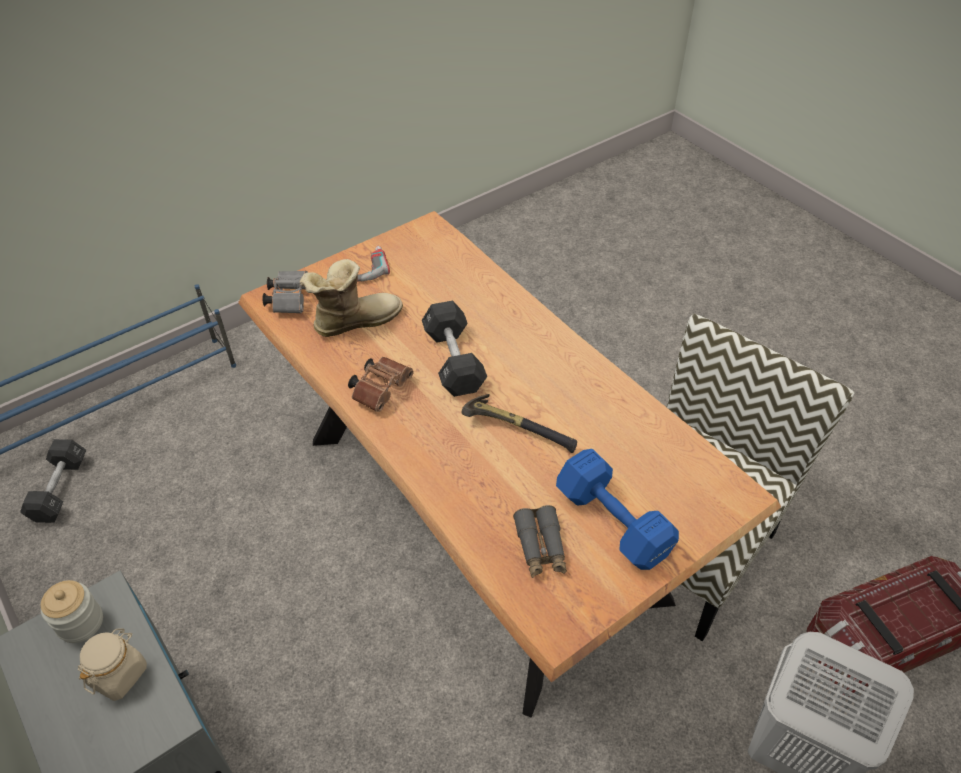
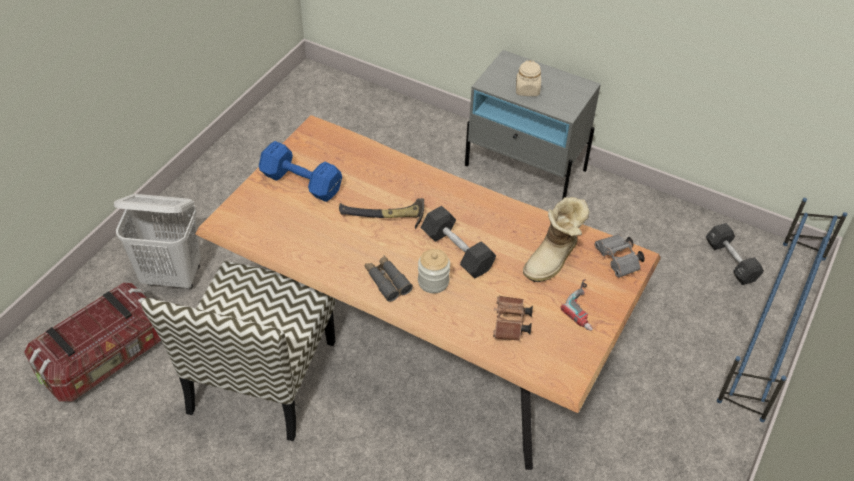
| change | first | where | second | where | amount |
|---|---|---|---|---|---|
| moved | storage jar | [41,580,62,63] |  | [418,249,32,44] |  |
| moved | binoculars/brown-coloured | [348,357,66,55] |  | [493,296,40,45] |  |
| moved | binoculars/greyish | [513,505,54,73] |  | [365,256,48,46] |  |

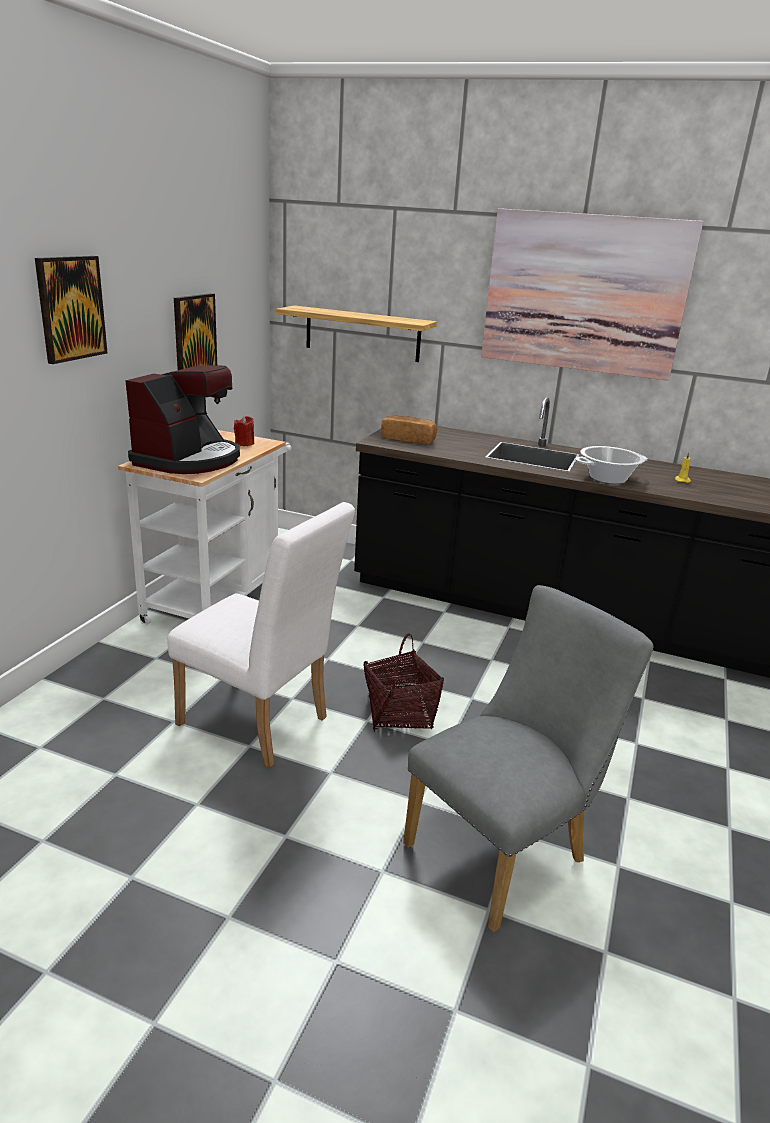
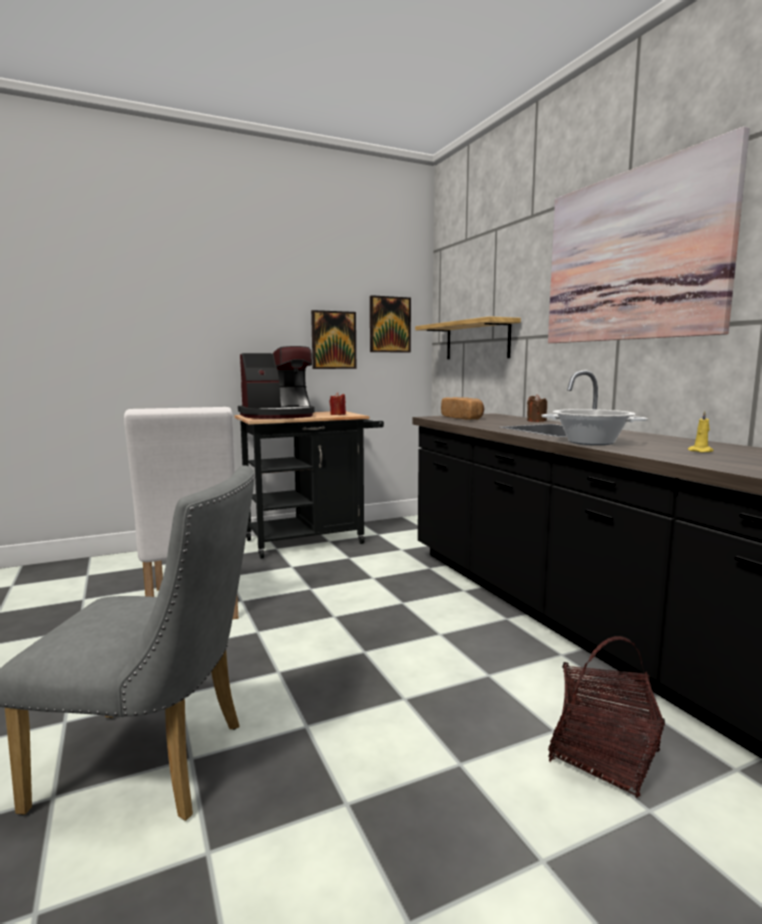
| change | first | where | second | where | amount |
|---|---|---|---|---|---|
| moved | picture | [35,256,72,108] |  | [370,295,41,58] |  |
| recoloured | trolley/white | [118,430,174,195] | trolley/black | [234,411,150,148] |  |
| moved | household basket | [363,633,81,99] |  | [548,636,117,162] |  |
| added |  |  | candle/brown-coloured | [527,394,20,28] |  |

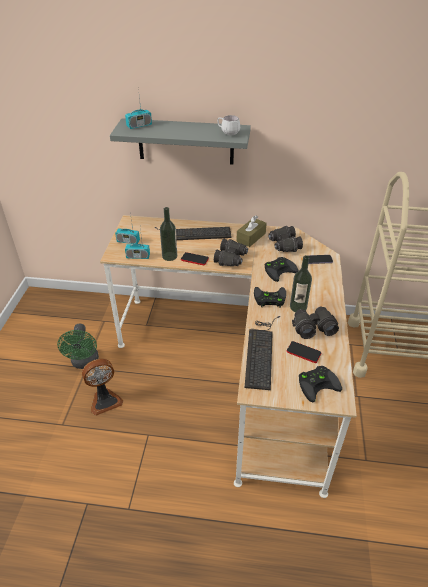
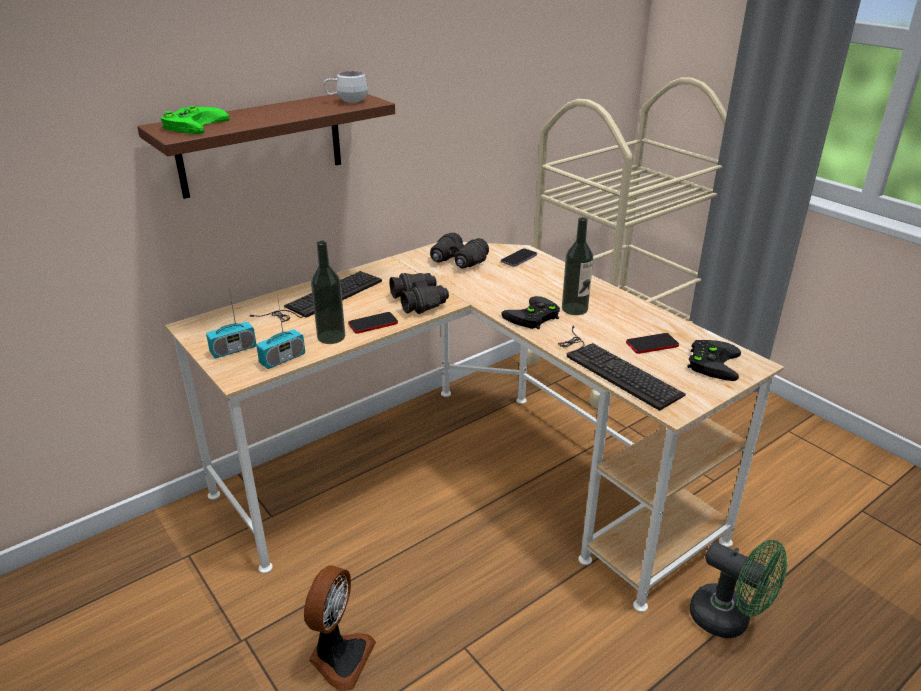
| change | first | where | second | where | amount |
|---|---|---|---|---|---|
| moved | fan/greenish | [57,324,42,45] |  | [690,540,97,98] |  |
| recoloured | shelf/greyish | [110,118,141,47] | shelf/brown-coloured | [137,94,258,105] |  |
| replaced | radio | [125,88,27,41] | game controller/greenish | [161,106,69,28] |  |
| removed | tissue box/brown-coloured | [236,215,31,32] |  |  |  |
| removed | game controller/black | [265,257,34,25] |  |  |  |
| removed | binoculars/black | [292,307,47,32] |  |  |  |

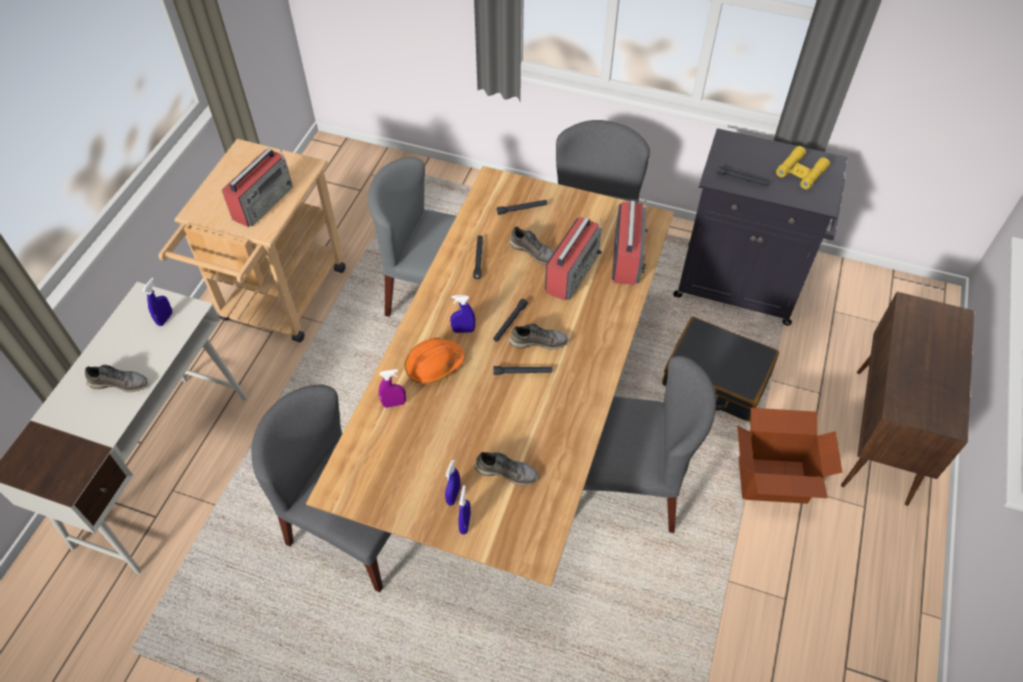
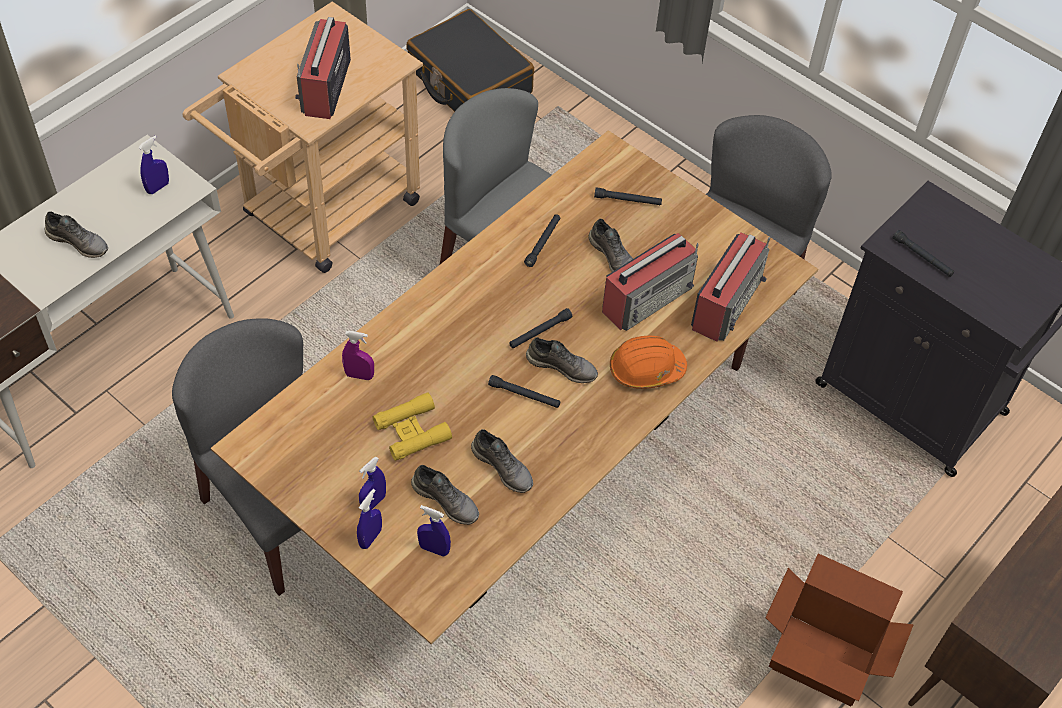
| change | first | where | second | where | amount |
|---|---|---|---|---|---|
| turned | radio | [222,148,71,80] |  | [295,17,56,102] | 135 degrees clockwise |
| moved | work helmet/orange-coloured | [404,338,60,46] |  | [610,336,77,53] |  |
| moved | hand sprayer/blue-coloured | [450,295,25,38] |  | [417,505,34,52] |  |
| removed | upright chair/greyish | [583,356,133,177] |  |  |  |
| moved | piece of luggage/black | [662,316,117,105] |  | [406,9,128,103] |  |
| moved | binoculars/yellow-coloured | [776,146,54,43] |  | [373,392,79,69] |  |
| added |  |  | shoe/greyish | [471,429,62,64] |  |

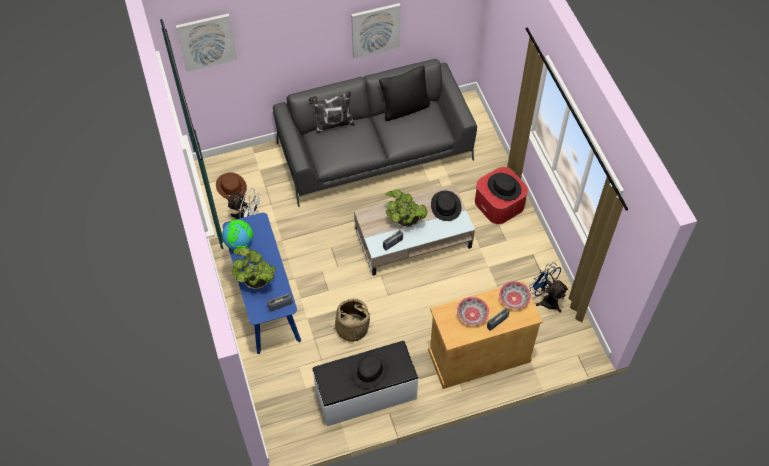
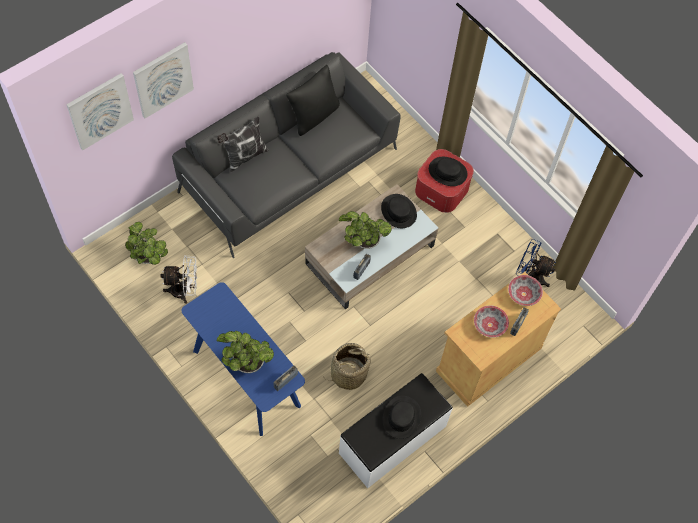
| change | first | where | second | where | amount |
|---|---|---|---|---|---|
| replaced | hat/brown-coloured | [216,172,31,27] | plant in a pot | [125,222,43,43] |  |
| removed | globe | [222,220,31,30] |  |  |  |
| moved | picture | [351,3,50,55] |  | [133,42,61,76] |  |

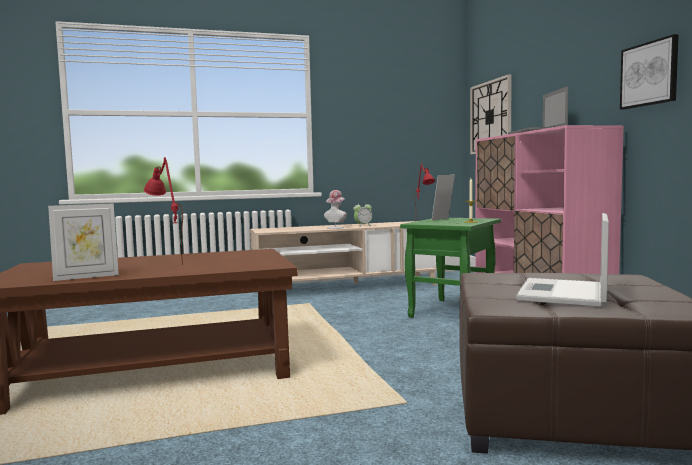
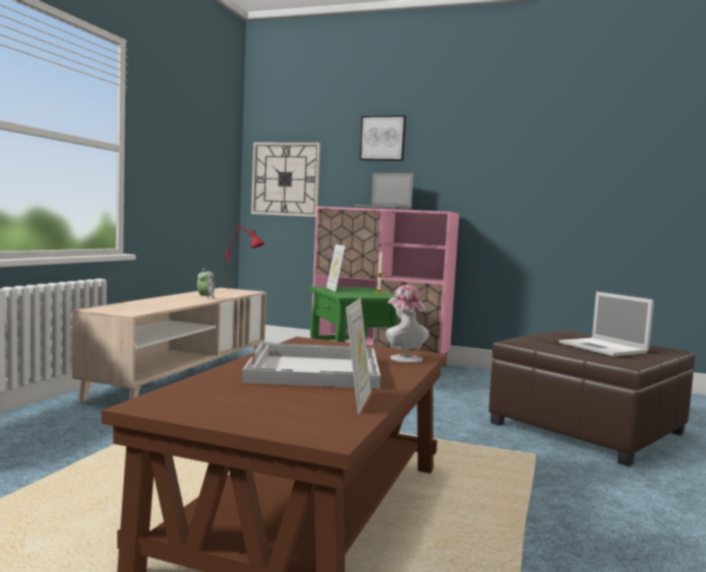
| change | first | where | second | where | amount |
|---|---|---|---|---|---|
| replaced | tabletop lamp/red | [144,157,39,108] | tray/white | [242,343,139,46] |  |
| moved | hat | [324,190,23,39] |  | [386,285,43,78] |  |
| moved | picture | [620,34,59,76] |  | [360,115,46,46] |  |

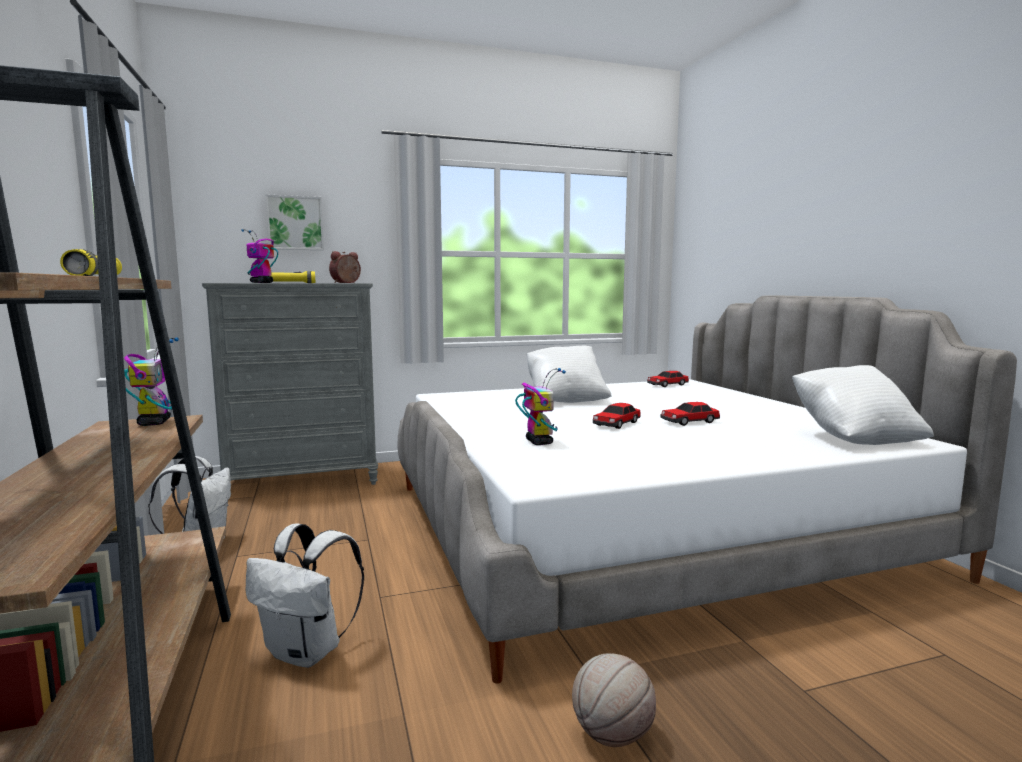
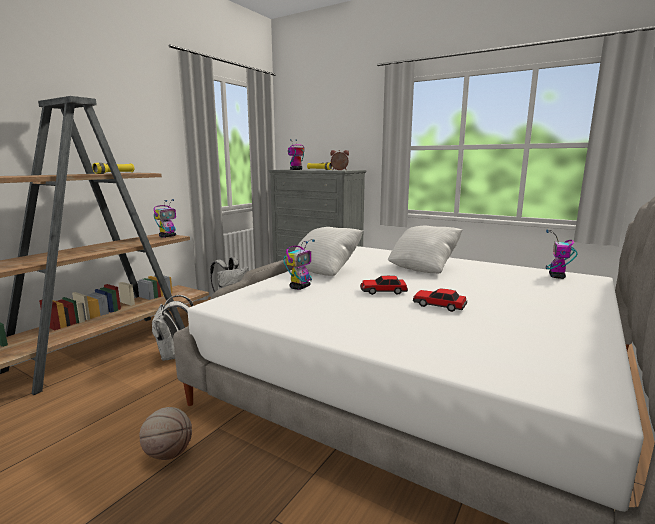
| change | first | where | second | where | amount |
|---|---|---|---|---|---|
| removed | picture | [266,194,58,56] |  |  |  |
| replaced | toy car | [647,371,42,16] | model robot | [546,230,32,49] |  |
| moved | throw pillow/white | [792,365,142,80] |  | [294,227,69,49] |  |

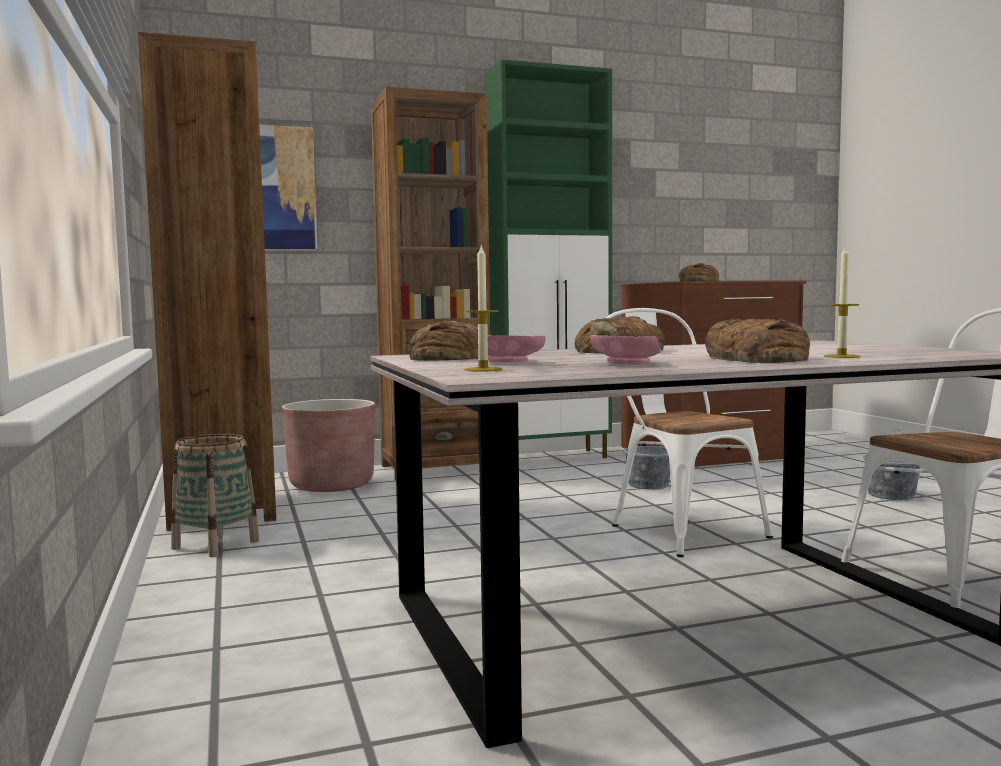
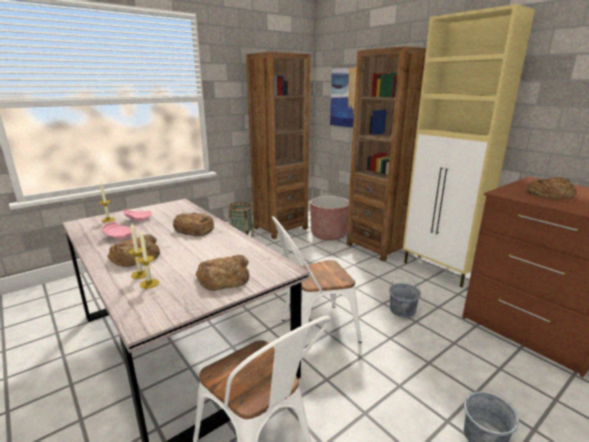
| change | first | where | second | where | amount |
|---|---|---|---|---|---|
| moved | bakery bread | [408,321,70,39] |  | [195,255,55,36] |  |
| recoloured | cabinet/greenish | [485,59,127,399] | cabinet/beige-coloured | [403,4,132,284] |  |
| turned | upright chair/white | [606,308,167,249] |  | [272,216,90,127] | 150 degrees counterclockwise |
| added |  |  | candle | [137,231,22,58] |  |

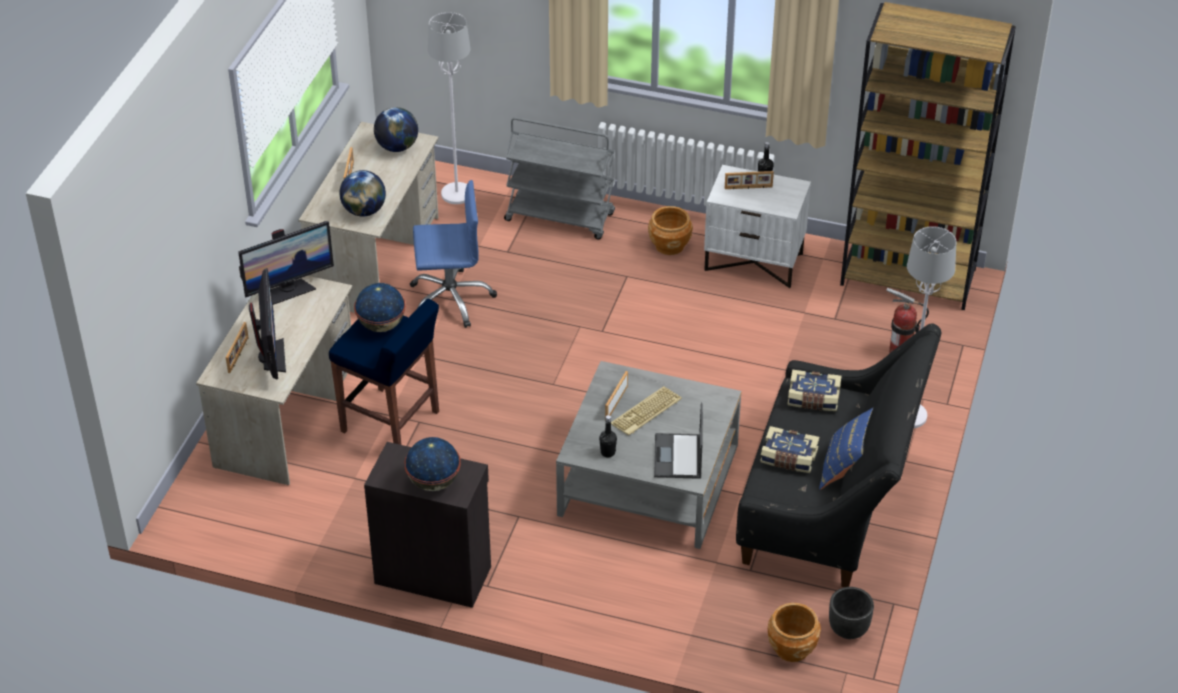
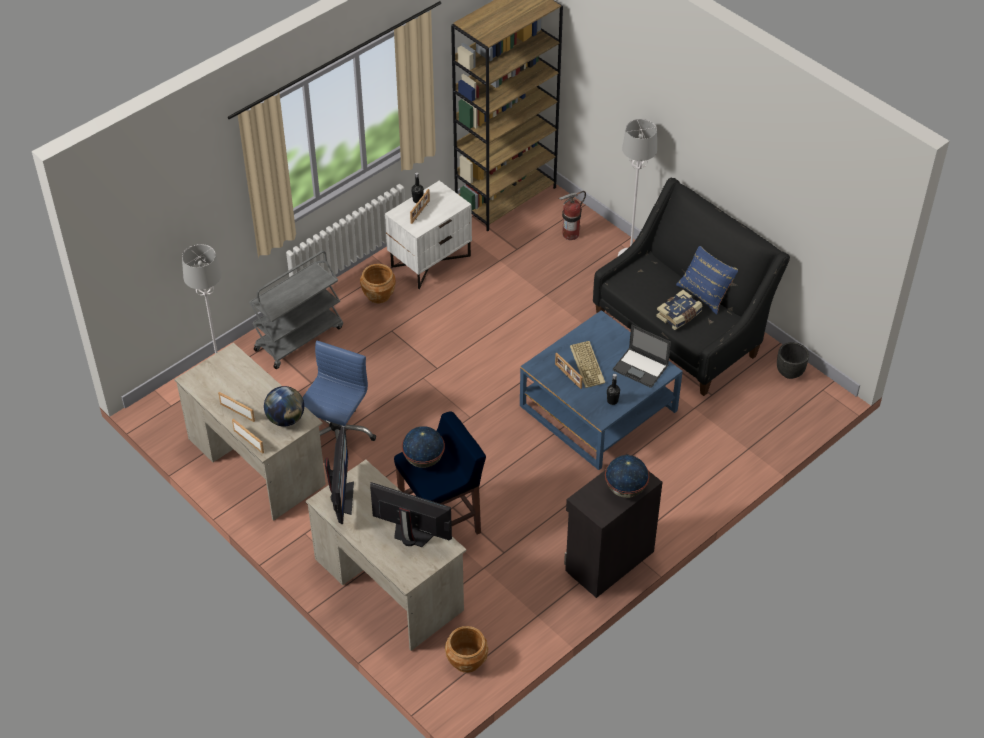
| change | first | where | second | where | amount |
|---|---|---|---|---|---|
| moved | photo frame | [226,322,22,51] |  | [232,419,32,35] |  |
| removed | globe | [374,107,44,45] |  |  |  |
| recoloured | lounge table/greyish | [556,361,186,188] | lounge table/blue-coloured | [520,310,163,160] |  |
| moved | flower pot/brown-coloured | [768,603,53,59] |  | [445,626,43,47] |  |
| removed | book | [788,370,53,41] |  |  |  |

